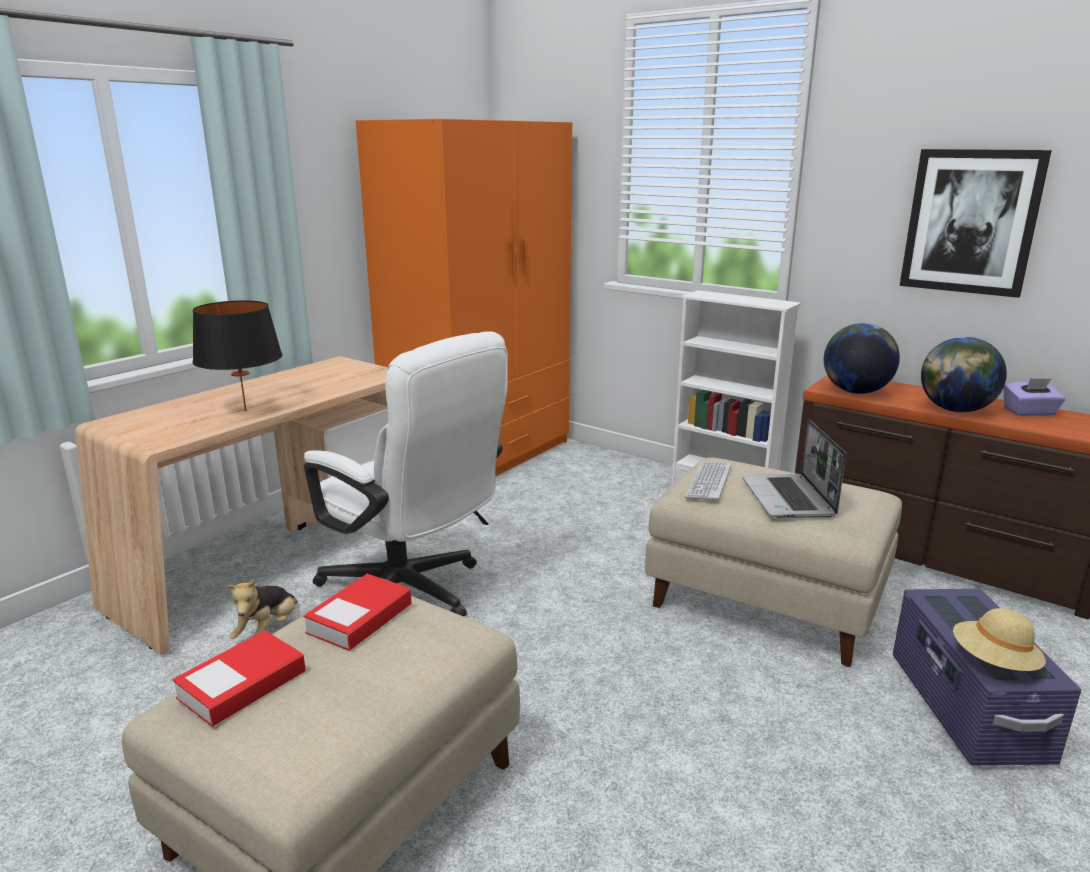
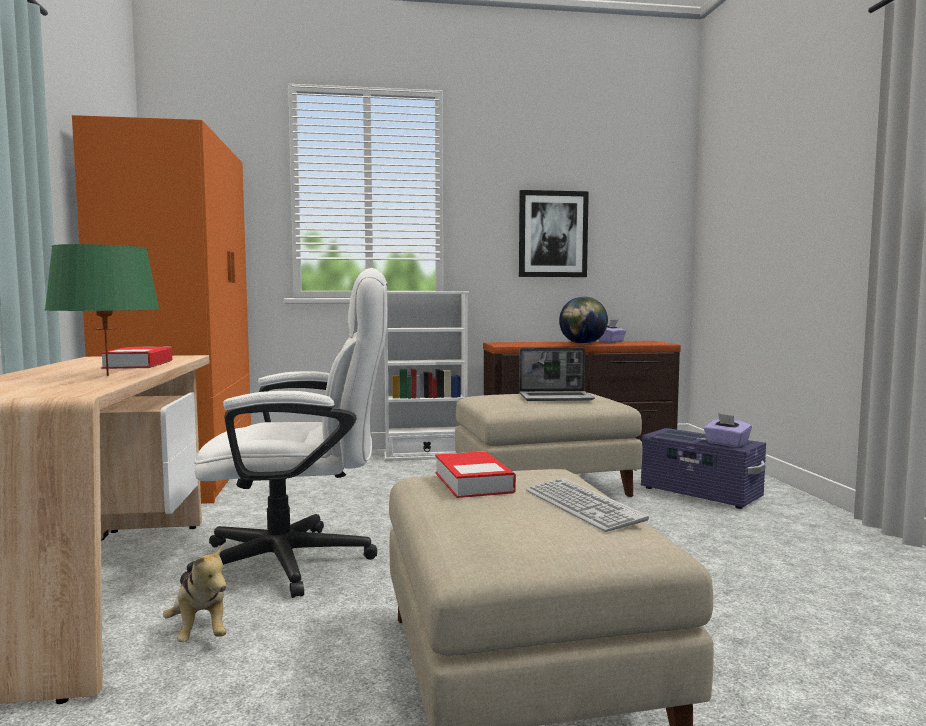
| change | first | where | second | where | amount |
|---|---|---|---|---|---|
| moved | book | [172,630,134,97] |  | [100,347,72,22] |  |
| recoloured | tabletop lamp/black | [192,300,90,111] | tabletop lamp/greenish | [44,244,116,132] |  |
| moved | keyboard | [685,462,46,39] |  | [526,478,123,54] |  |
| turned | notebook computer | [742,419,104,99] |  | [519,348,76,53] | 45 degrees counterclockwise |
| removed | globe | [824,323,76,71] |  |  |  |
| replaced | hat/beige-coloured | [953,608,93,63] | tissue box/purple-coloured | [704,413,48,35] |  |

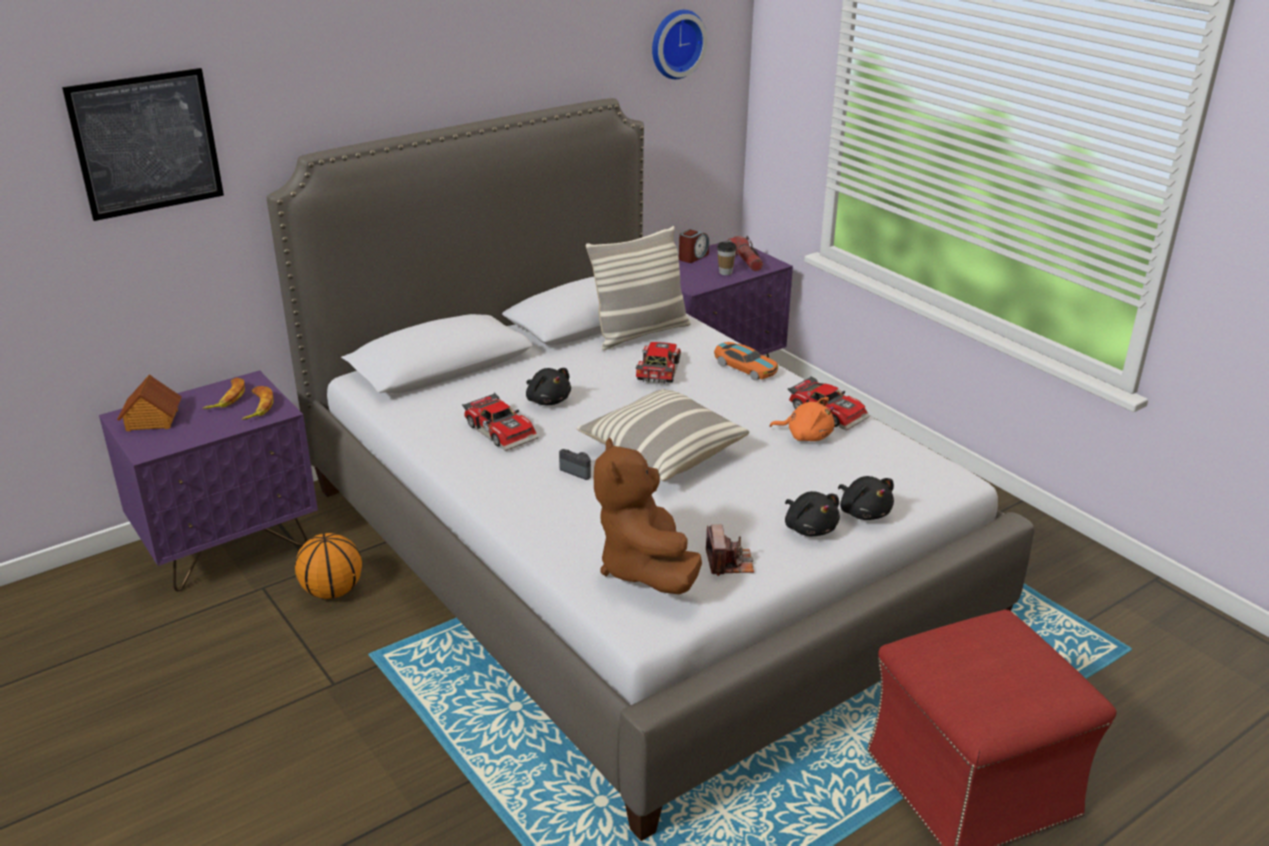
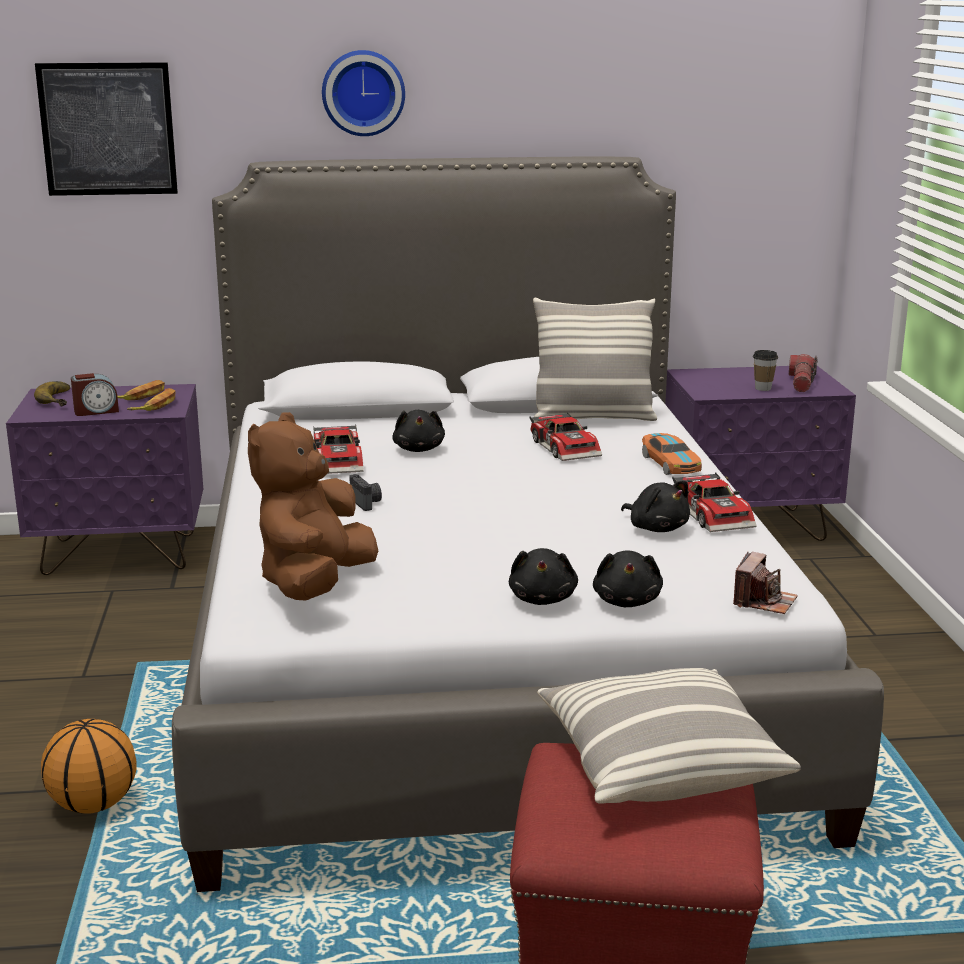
| change | first | where | second | where | amount |
|---|---|---|---|---|---|
| replaced | toy house | [117,374,65,57] | banana | [34,381,36,25] |  |
| moved | basketball | [295,533,67,66] |  | [41,719,96,95] |  |
| moved | throw pillow | [577,389,172,92] |  | [537,668,264,136] |  |
| turned | toy car | [636,342,45,42] |  | [530,412,72,49] | 120 degrees clockwise |
| moved | wall clock | [652,10,56,69] |  | [322,50,83,86] |  |
| moved | bedside clock | [679,229,30,34] |  | [71,373,48,43] |  |
| moved | still camera | [706,525,48,51] |  | [733,551,65,63] |  |
| recoloured | soft toy/orange-coloured | [770,397,64,44] | soft toy/black | [621,481,69,51] |  |

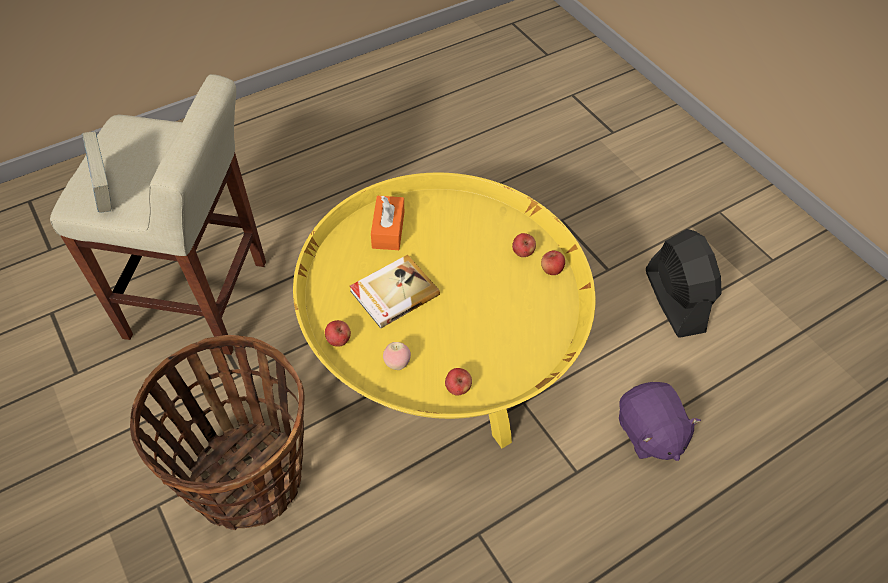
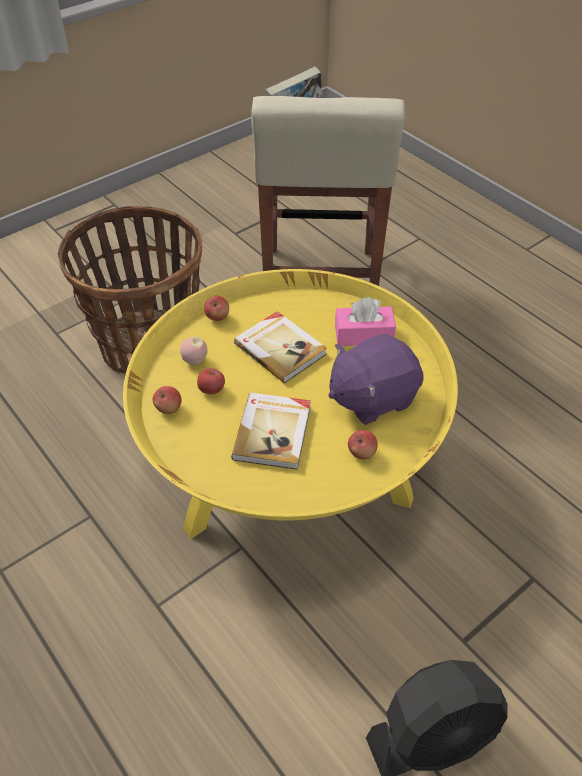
| change | first | where | second | where | amount |
|---|---|---|---|---|---|
| recoloured | tissue box/orange-coloured | [371,196,33,54] | tissue box/pinkish | [335,297,61,49] |  |
| moved | apple fruit | [541,251,24,24] |  | [197,368,28,26] |  |
| moved | soft toy/purple-coloured | [619,382,82,79] |  | [329,334,95,91] |  |
| added |  |  | book | [231,393,80,77] |  |

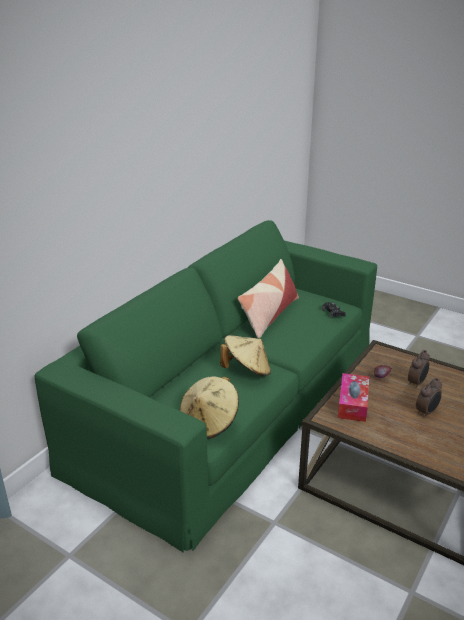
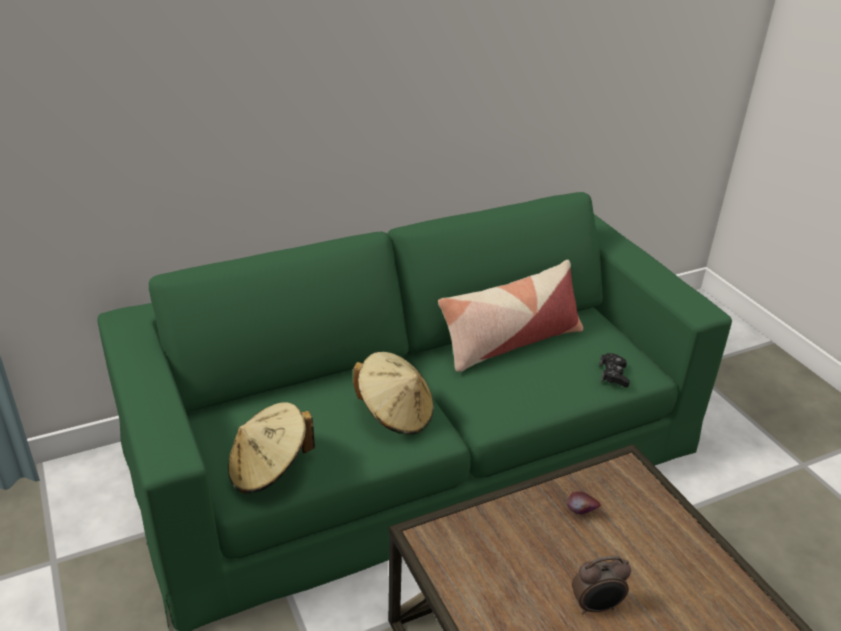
| change | first | where | second | where | amount |
|---|---|---|---|---|---|
| removed | tissue box | [338,373,31,49] |  |  |  |
| removed | bedside clock | [408,350,22,38] |  |  |  |

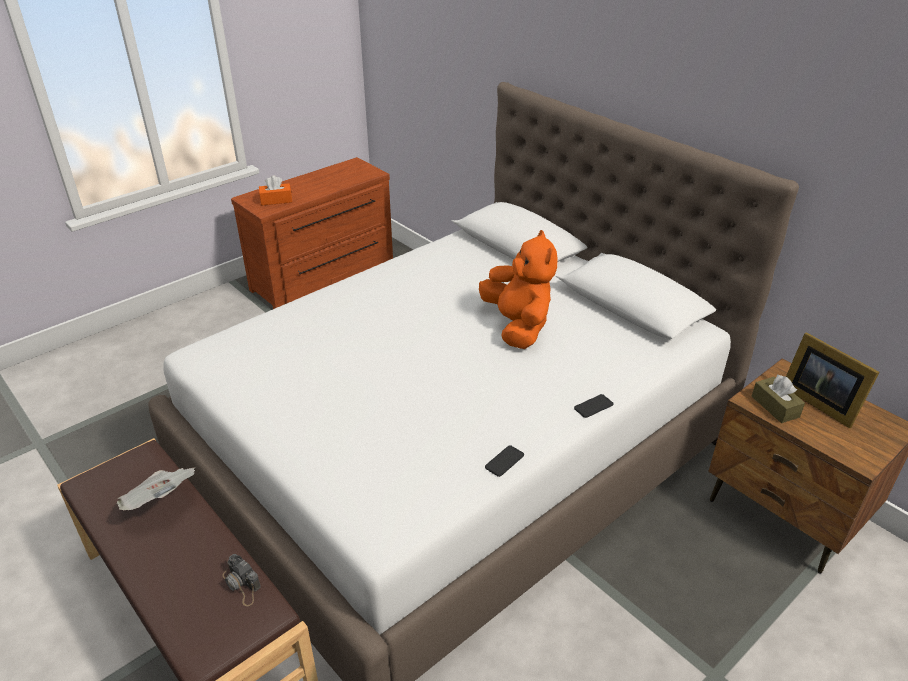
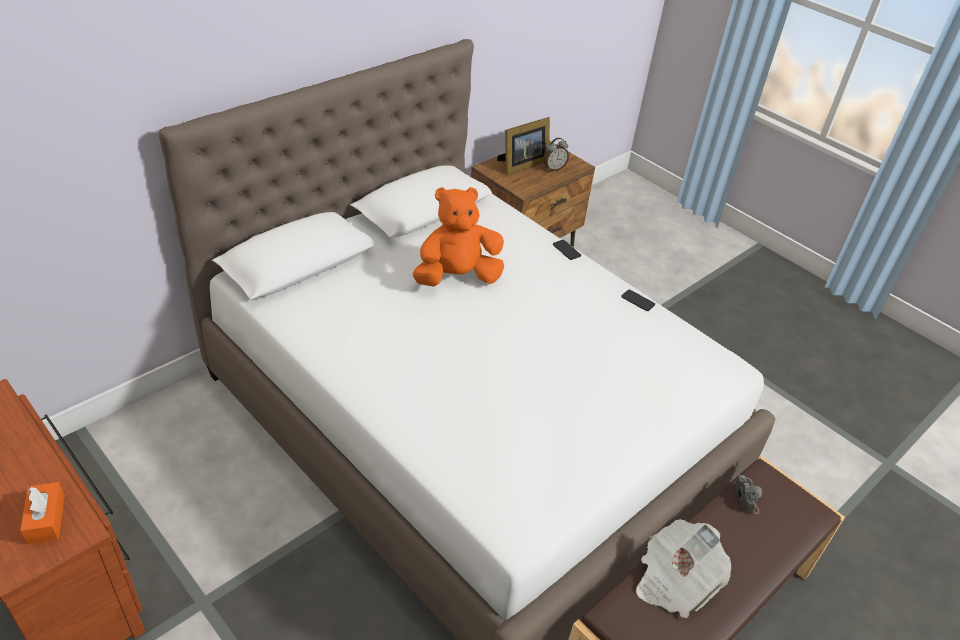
| change | first | where | second | where | amount |
|---|---|---|---|---|---|
| turned | still camera | [223,554,38,52] |  | [734,475,28,39] | 45 degrees counterclockwise |
| removed | tissue box/brown-coloured | [751,375,54,48] |  |  |  |
| added |  |  | bedside clock | [543,138,26,33] |  |

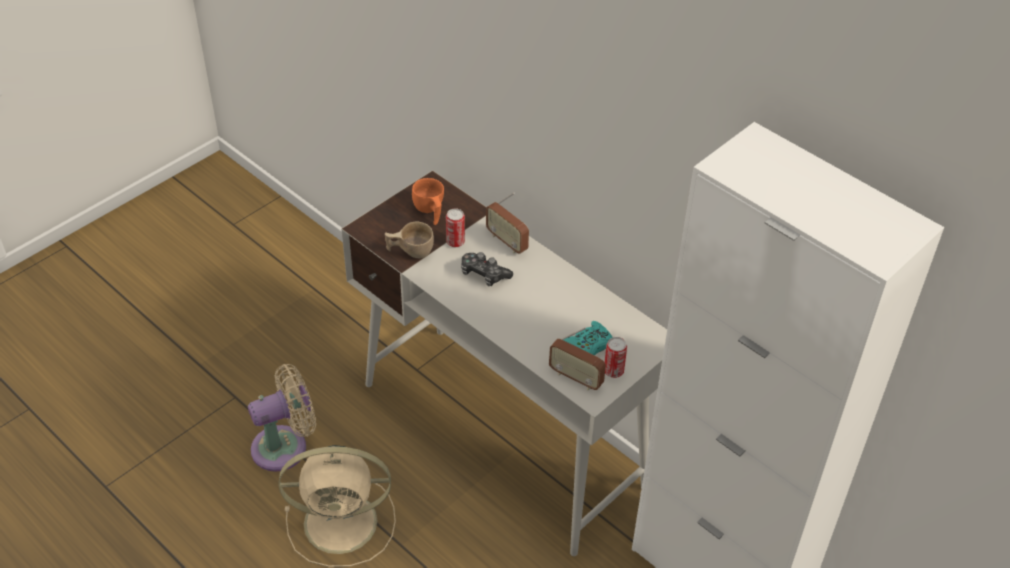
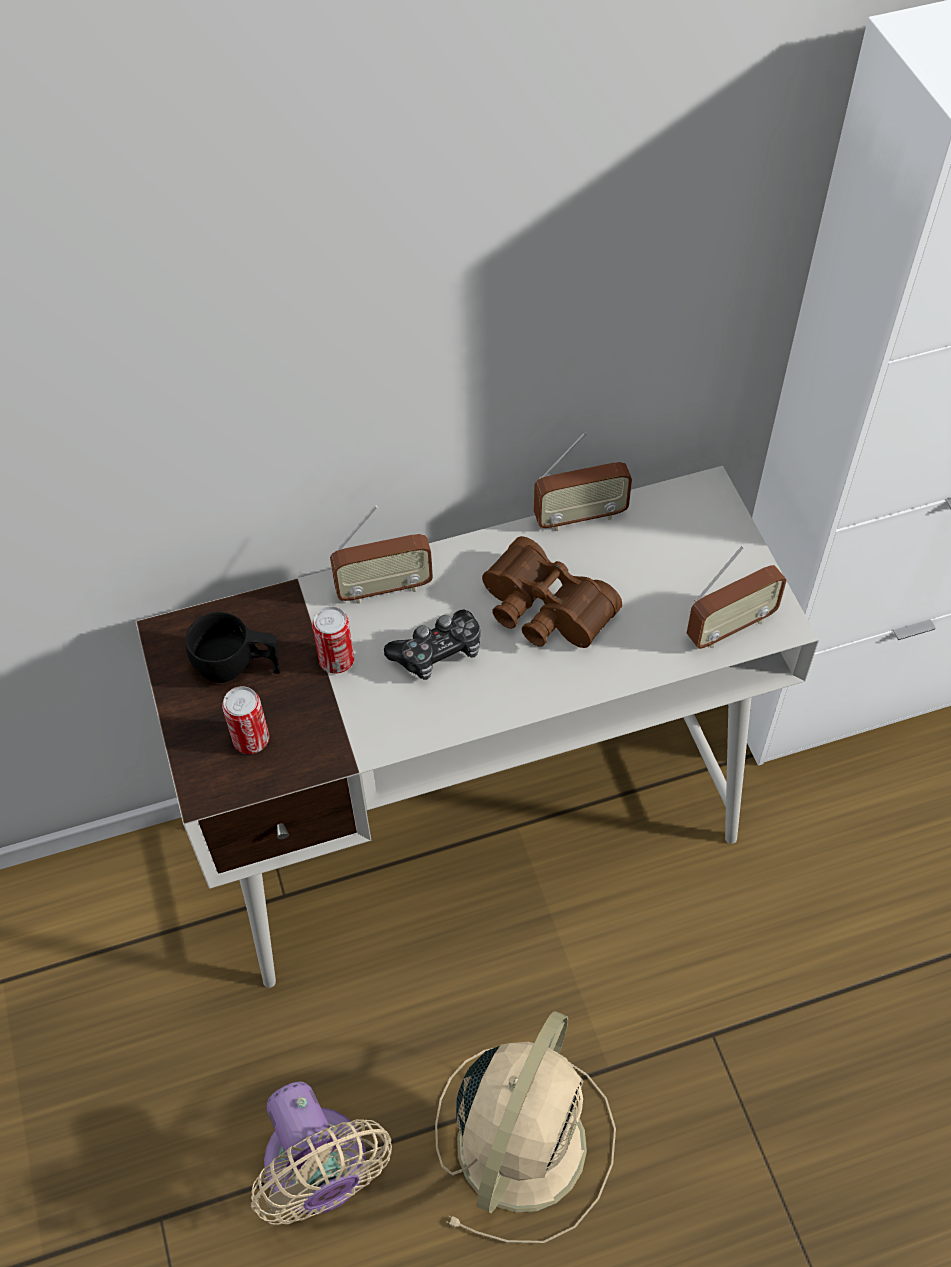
| change | first | where | second | where | amount |
|---|---|---|---|---|---|
| turned | fan/beige-coloured | [248,364,68,108] |  | [251,1081,141,144] | 150 degrees clockwise |
| removed | small cup/beige-coloured | [385,222,49,36] |  |  |  |
| recoloured | small cup/orange-coloured | [412,178,32,47] | small cup/black | [185,612,96,71] |  |
| removed | game controller/blue-green | [564,321,49,34] |  |  |  |
| moved | metal can | [605,337,22,41] |  | [222,686,47,68] |  |
| added |  |  | binoculars/brown-coloured | [482,536,140,112] |  |
| added |  |  | radio | [534,432,98,99] |  |

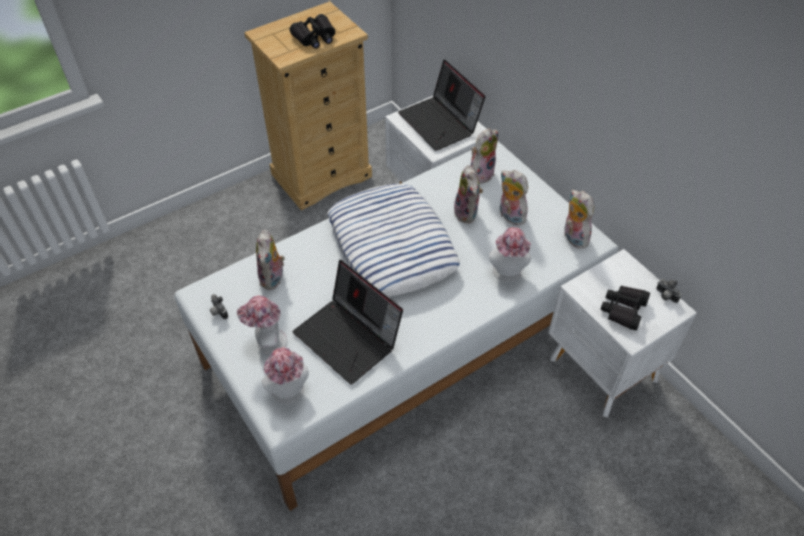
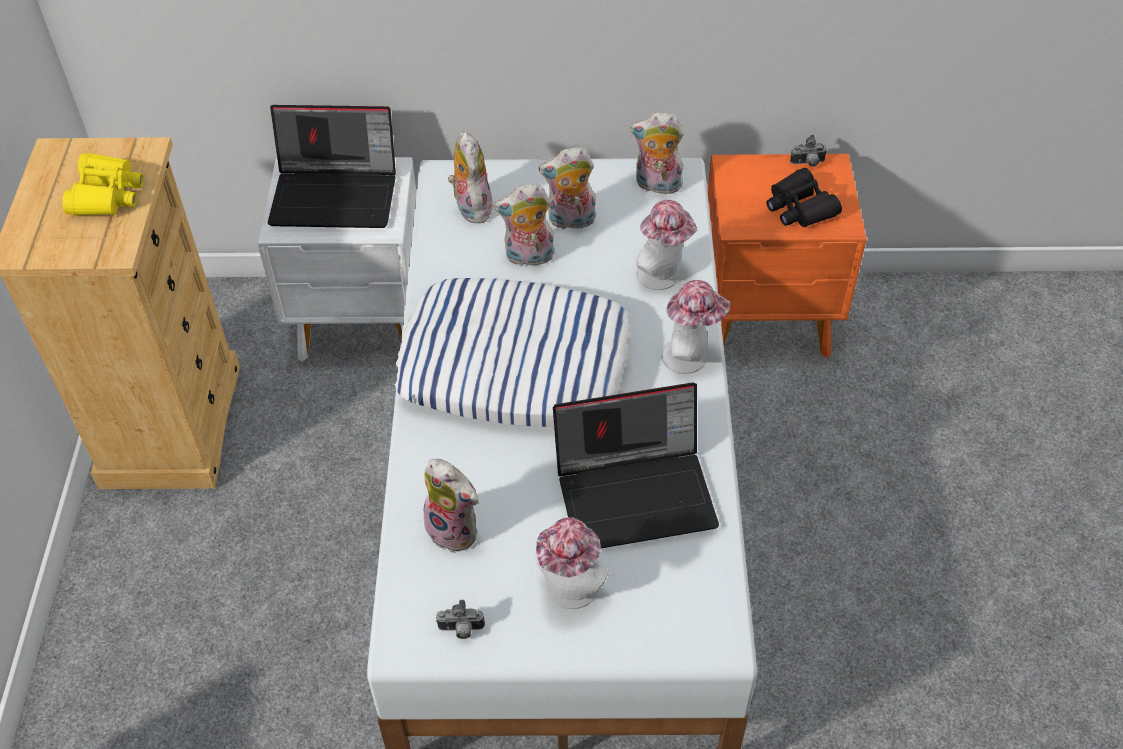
| change | first | where | second | where | amount |
|---|---|---|---|---|---|
| moved | hat | [262,347,47,57] |  | [661,280,69,94] |  |
| recoloured | binoculars/black | [290,14,45,35] | binoculars/yellow-coloured | [63,153,81,63] |  |
| turned | soft toy | [454,165,29,58] |  | [494,183,61,83] | 150 degrees clockwise |
| recoloured | bedside table/white | [548,249,149,168] | bedside table/orange-coloured | [707,154,160,204] |  |

